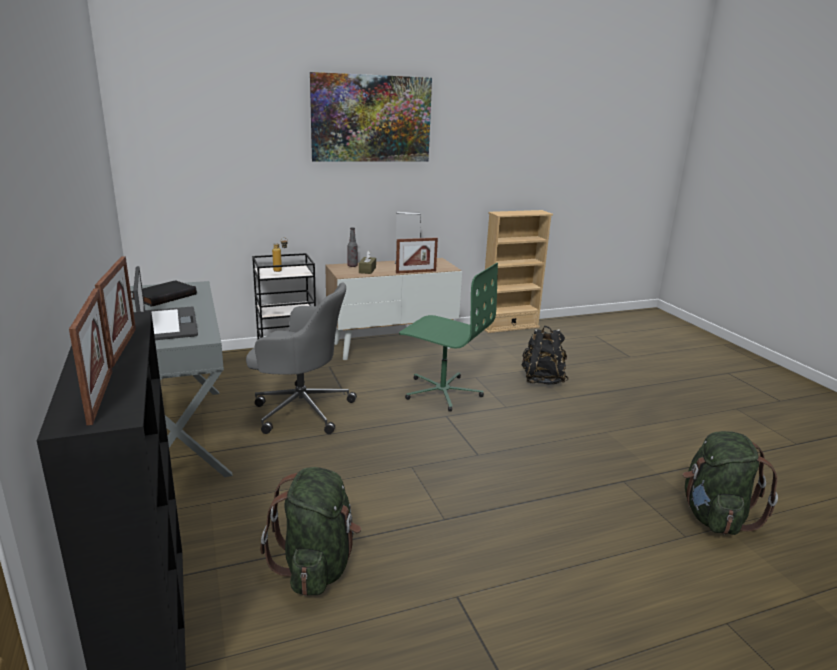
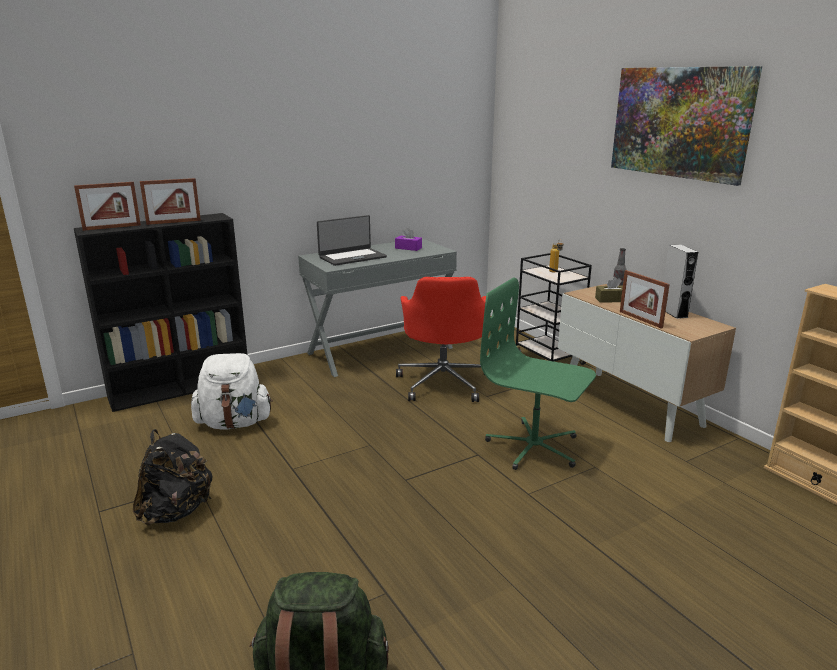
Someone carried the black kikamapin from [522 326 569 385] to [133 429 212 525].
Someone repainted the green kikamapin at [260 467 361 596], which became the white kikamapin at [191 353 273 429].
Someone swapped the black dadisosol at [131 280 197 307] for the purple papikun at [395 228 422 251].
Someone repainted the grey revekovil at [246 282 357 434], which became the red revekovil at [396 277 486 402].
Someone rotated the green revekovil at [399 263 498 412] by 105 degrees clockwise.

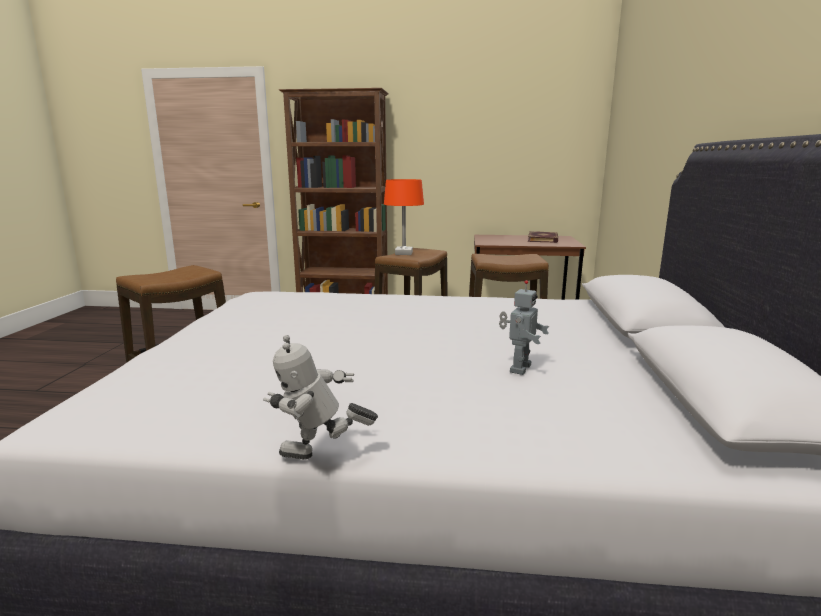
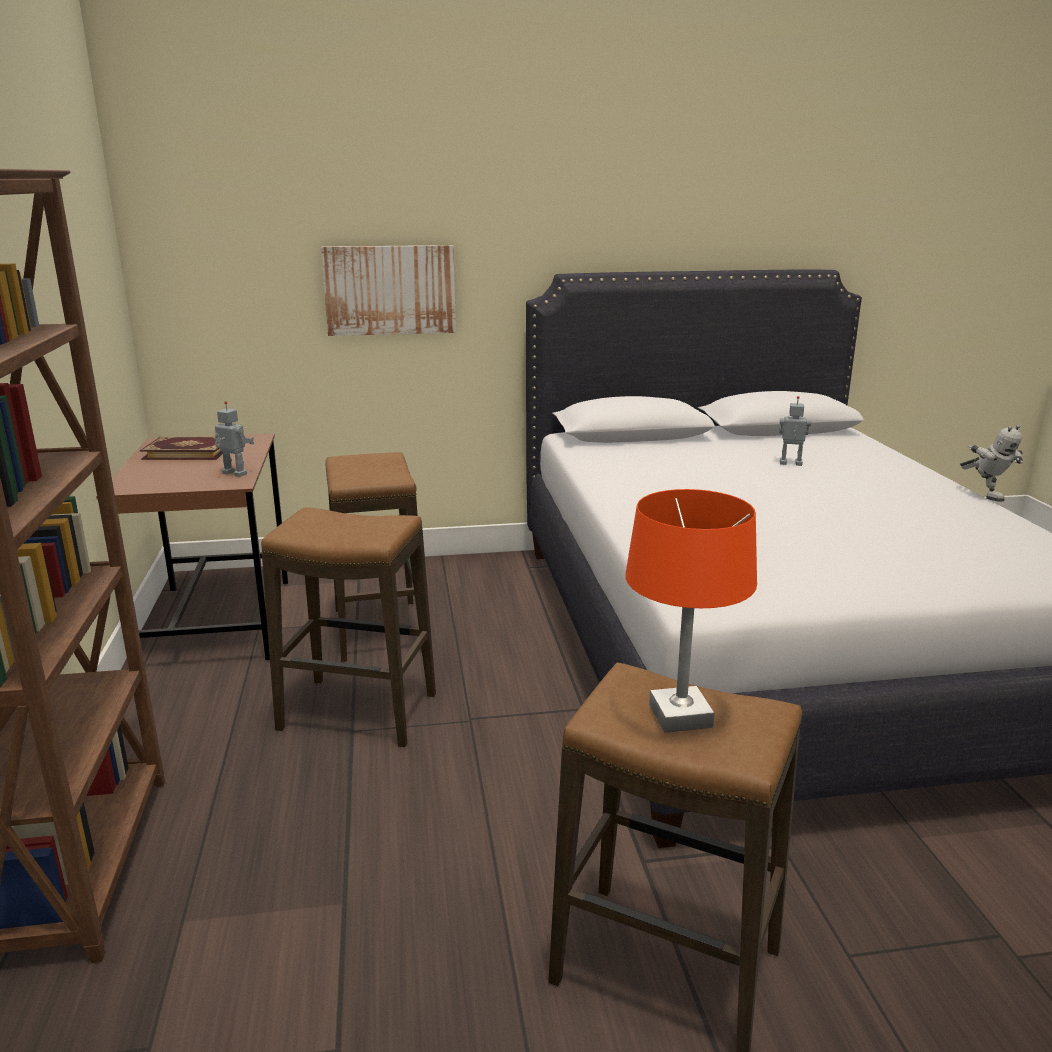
Someone put down the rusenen at [214 401 254 477].
Someone put up the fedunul at [321 245 456 336].
Someone carried the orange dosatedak from [384 179 424 255] to [625 489 757 733].

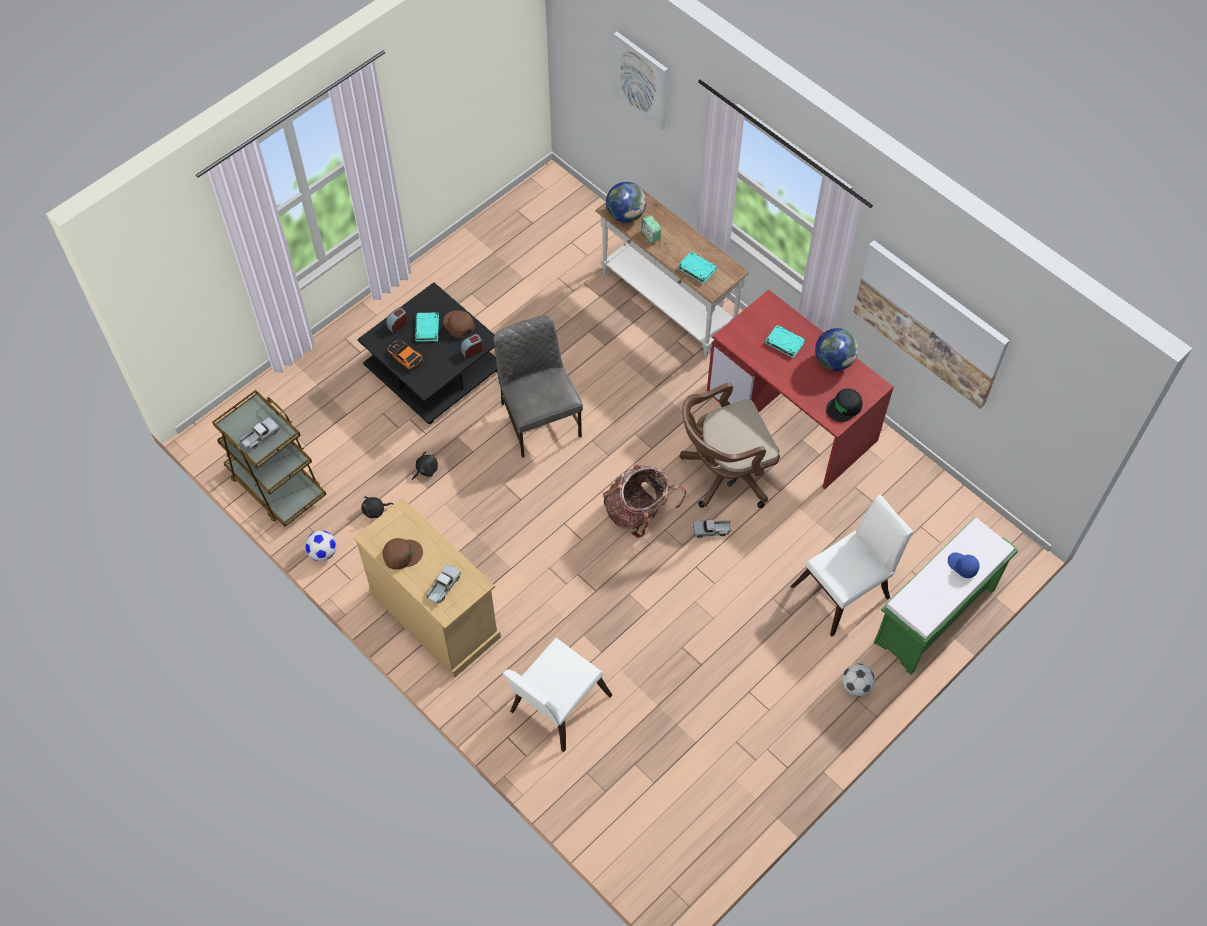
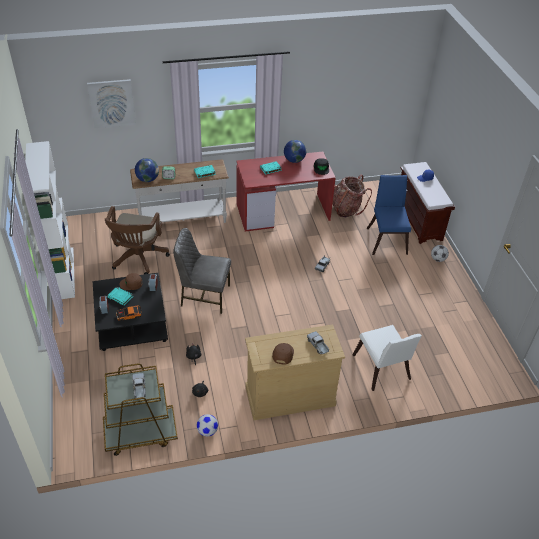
Someone put down the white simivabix at [25 141 75 299].
Someone carried the brown revekovil from [679 383 780 508] to [105 206 170 274].
Someone carried the kikamapin from [603 464 686 538] to [332 175 372 218].
Someone repainted the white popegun at [790 494 913 636], which became the blue popegun at [367 175 411 255].
Someone repainted the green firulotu at [874 517 1019 675], which became the brown firulotu at [401 162 455 244].
Someone took away the fedunul at [853 240 1010 409].

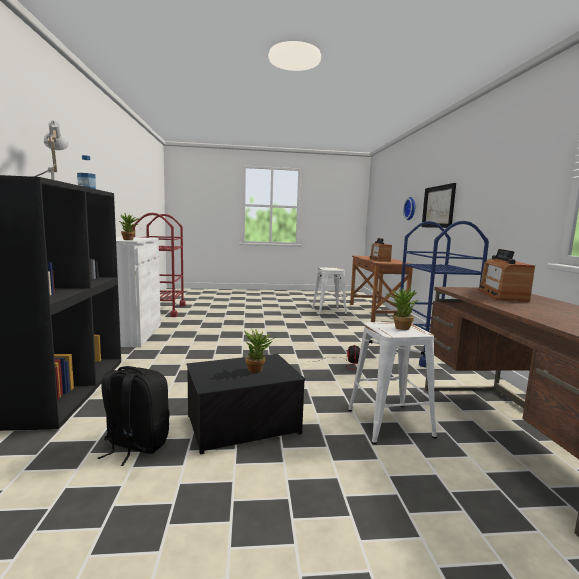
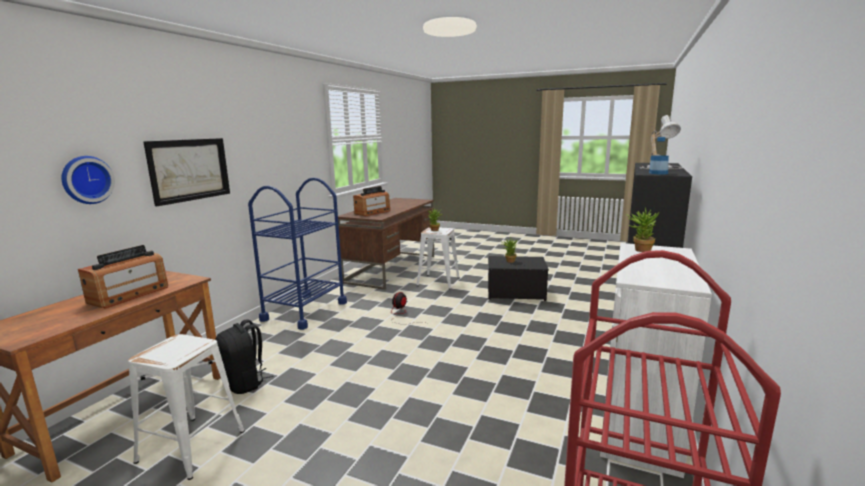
Someone carried the black kikamapin from [98 366 170 466] to [216 319 274 394].

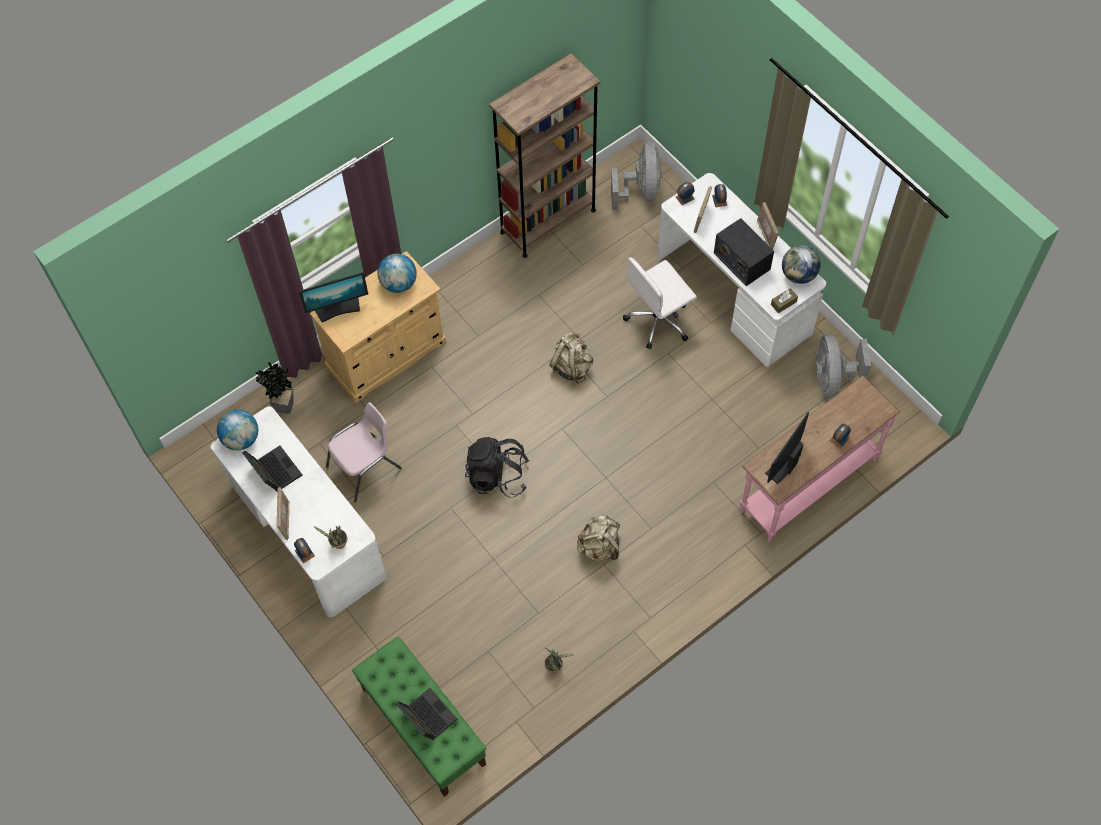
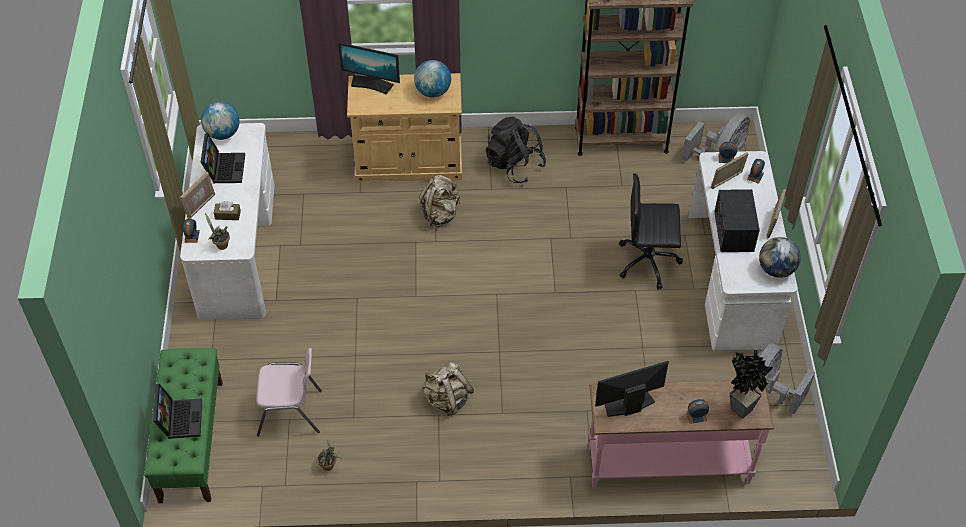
Someone carried the brown papikun from [771 288 798 313] to [214 201 241 220].
Someone carried the pink popegun from [326 402 402 503] to [256 348 322 437].
Someone carried the beige kikamapin from [549 332 593 384] to [419 175 460 227].
Someone carried the black kikamapin from [465 437 530 498] to [486 116 546 183].
Someone repainted the white revekovil at [623 258 697 349], which became the black revekovil at [619 173 683 290].
Someone carried the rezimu from [255 362 294 414] to [730 350 773 418].

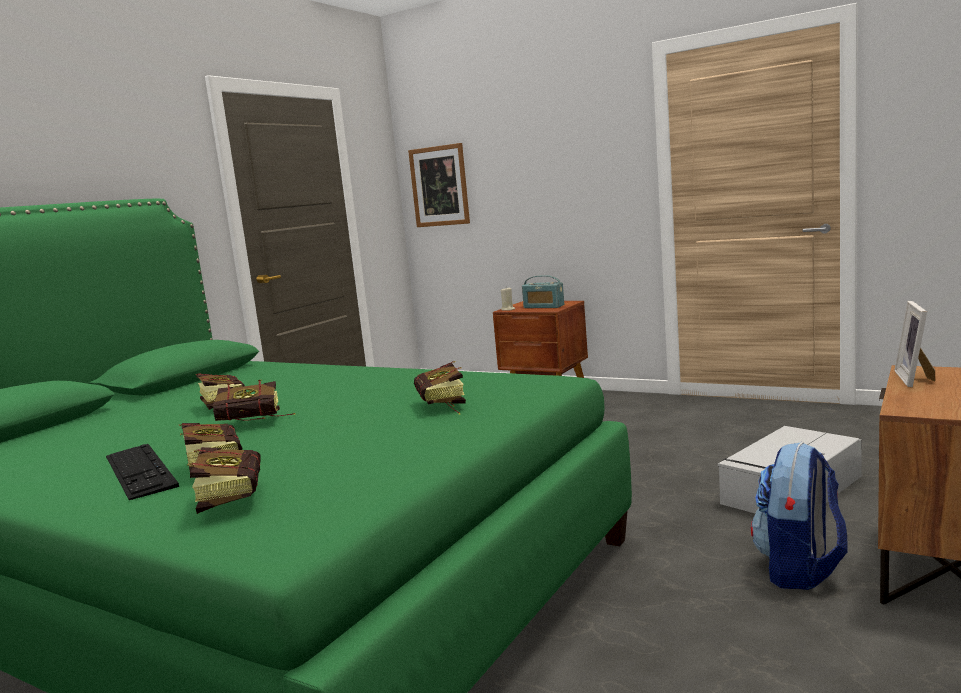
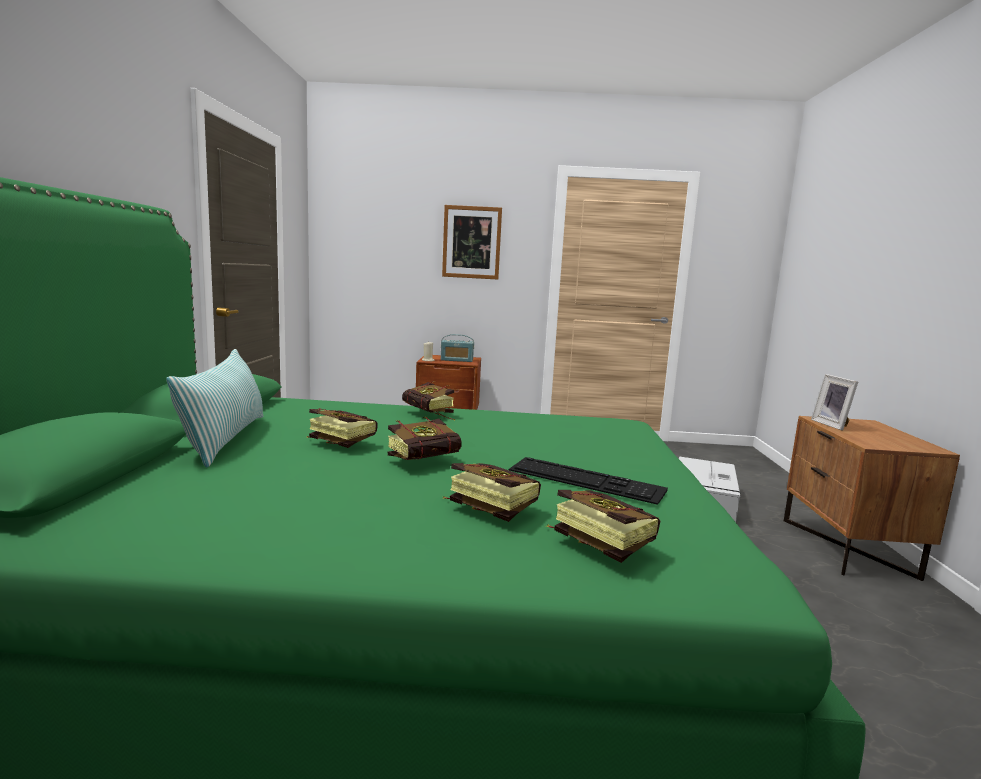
Someone put down the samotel at [166 349 263 468].
Someone carried the dadisosol from [414 361 466 414] to [402 381 455 421].
Someone carried the fedunul from [408 143 470 227] to [442 205 502 280].
Someone carried the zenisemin from [106 444 179 500] to [509 457 668 505].
Someone took away the kikamapin at [751 442 847 590].

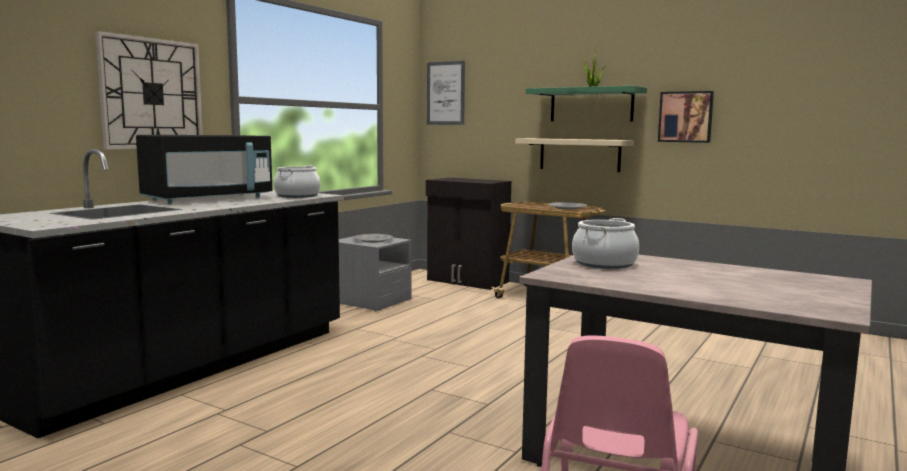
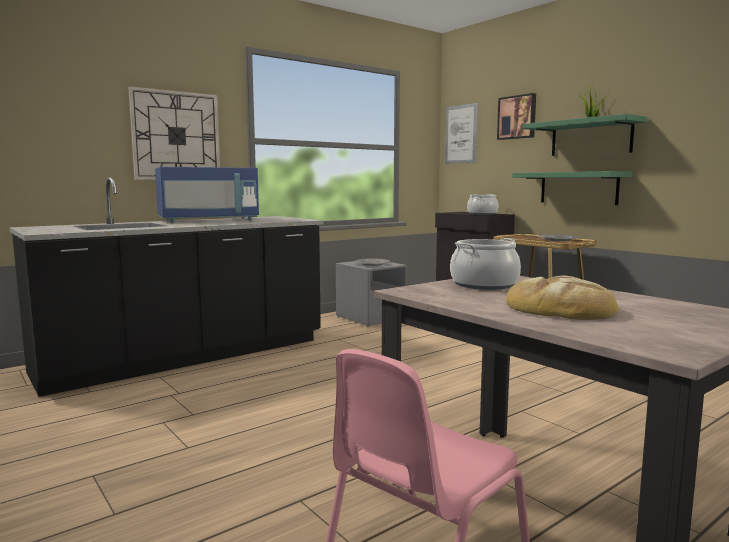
Someone repainted the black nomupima at [136 135 272 204], which became the blue nomupima at [155 167 259 223].
Someone carried the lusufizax from [274 165 321 198] to [467 194 498 215].
Someone carried the fedunul from [658 91 714 143] to [497 93 536 140].
Someone put down the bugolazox at [506 276 619 320].
Someone repainted the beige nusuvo at [515 138 634 172], which became the green nusuvo at [512 171 633 205].

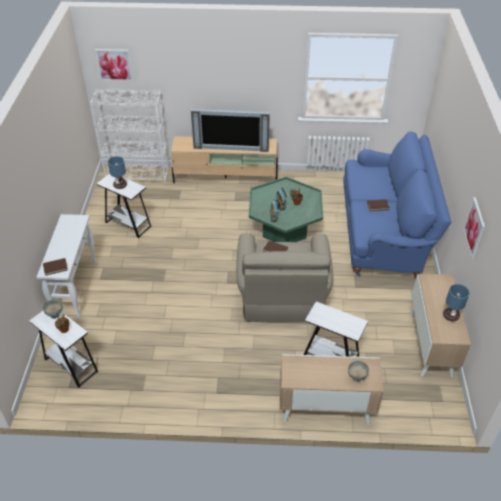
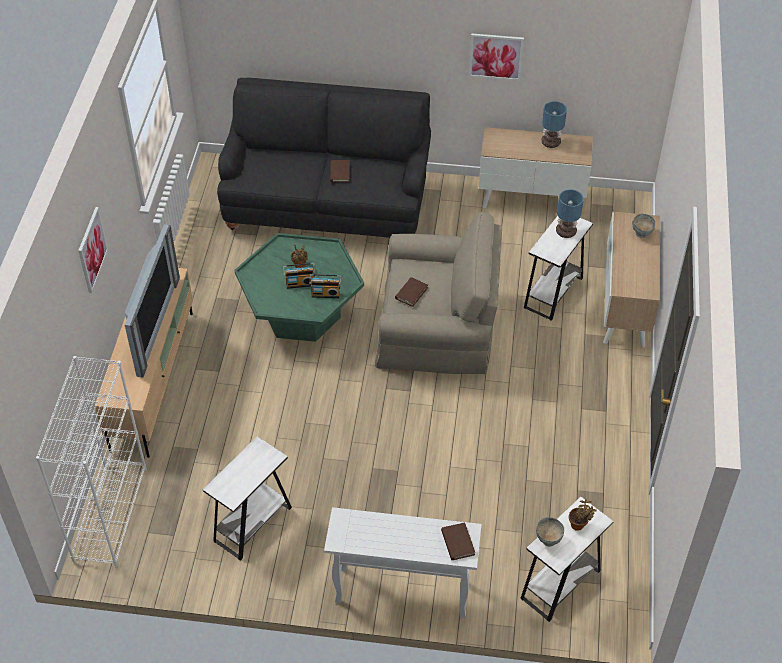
Someone carried the fedunul from [95 49 133 81] to [78 207 108 293].
Someone repainted the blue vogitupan at [343 131 451 279], which became the black vogitupan at [217 78 431 238].
Someone carried the dosatedak from [108 156 127 189] to [556 189 584 238].

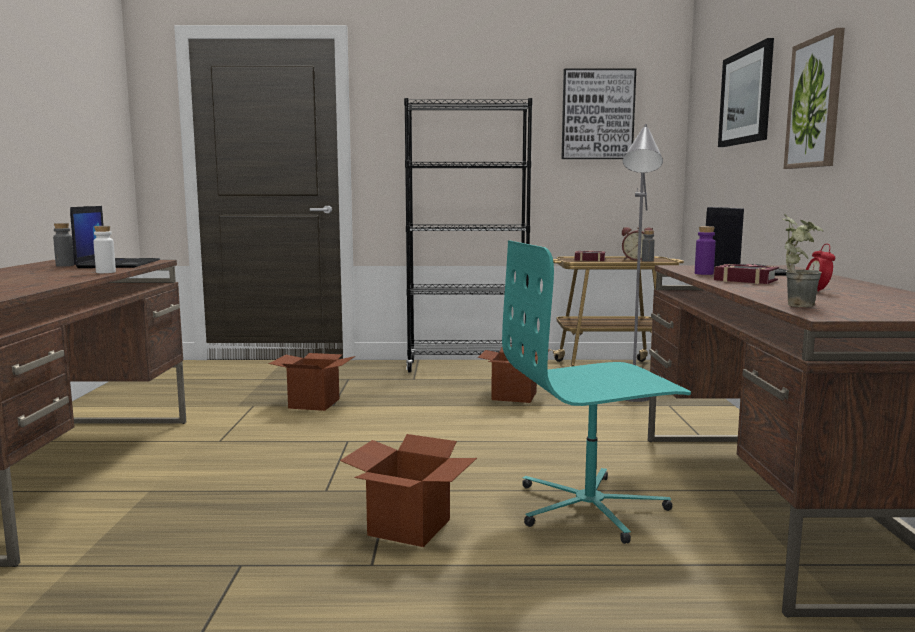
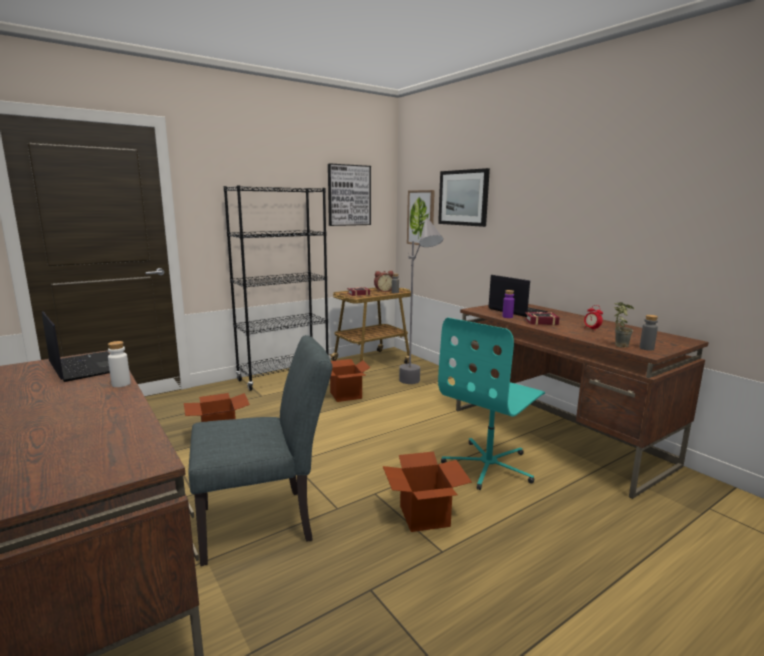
Someone put down the grey popegun at [189 335 332 566].
Someone carried the fedunul from [784 28 845 169] to [407 190 435 245].
Someone carried the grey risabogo from [53 223 74 267] to [640 315 658 351].

